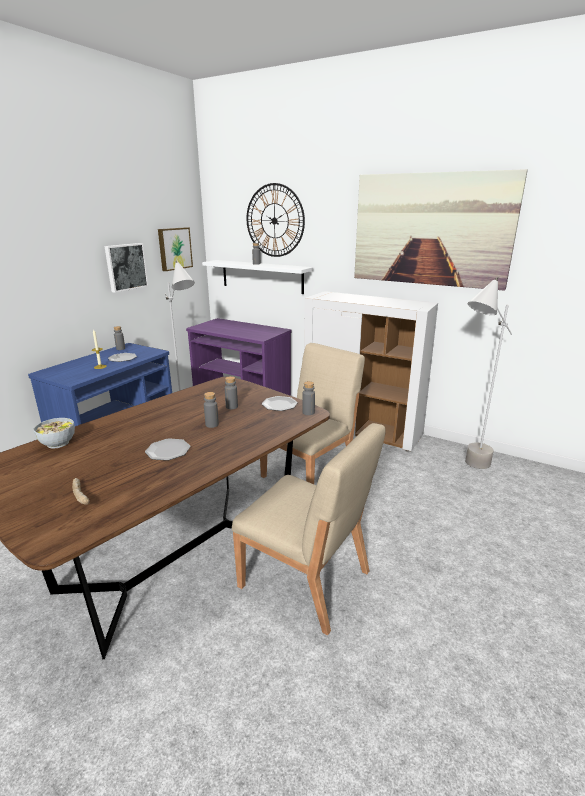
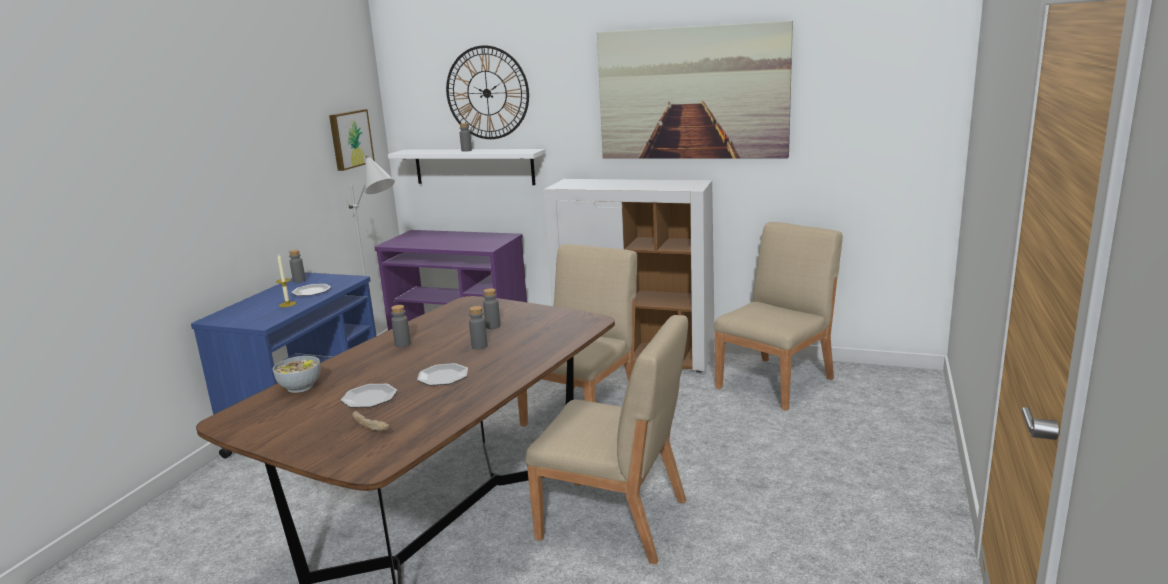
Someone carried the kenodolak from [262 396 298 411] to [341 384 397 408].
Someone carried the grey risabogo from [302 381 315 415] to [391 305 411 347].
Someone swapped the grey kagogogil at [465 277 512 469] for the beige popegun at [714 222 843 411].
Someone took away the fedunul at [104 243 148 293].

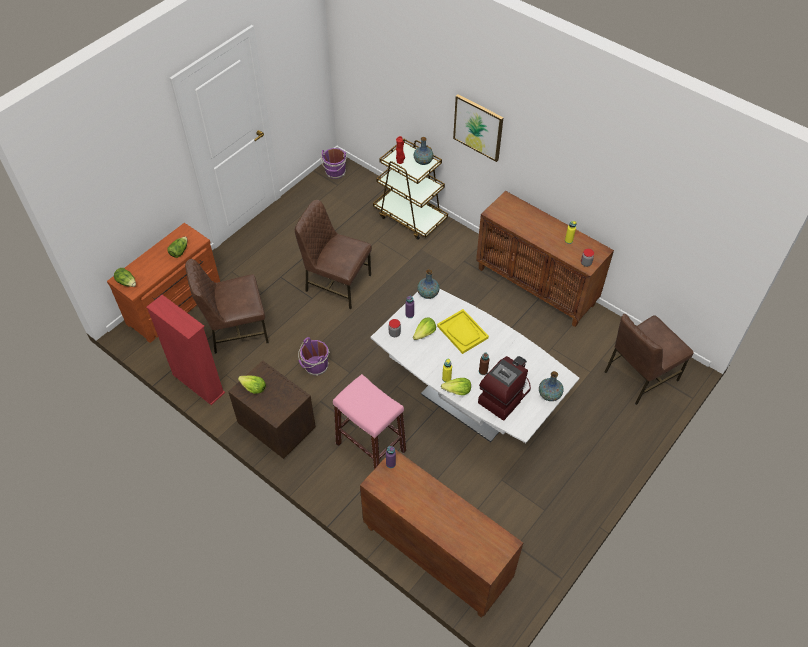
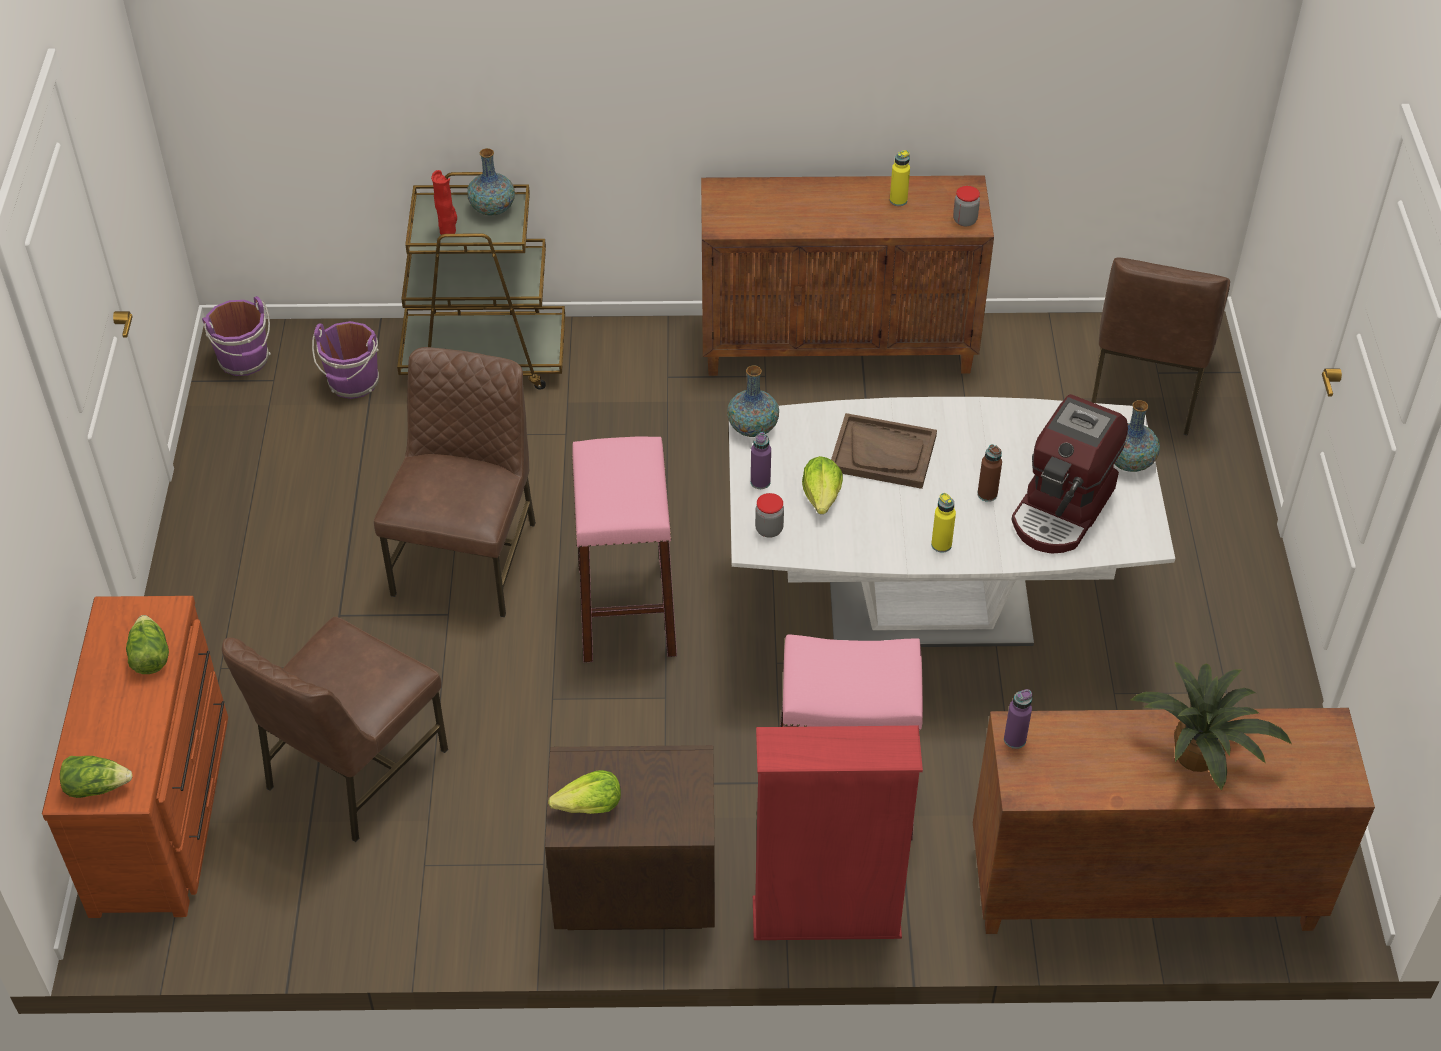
Someone carried the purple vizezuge from [298 337 330 376] to [312 321 379 399].
Someone rotated the brown popegun at [295 200 372 309] by 120 degrees clockwise.
Someone put down the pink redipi at [572 437 677 662].
Someone carried the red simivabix from [146 295 225 405] to [753 726 923 940].
Someone repainted the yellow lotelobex at [437 309 489 354], which became the brown lotelobex at [831 413 937 489].
Someone rotated the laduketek at [478 356 531 421] by 150 degrees counterclockwise.
Someone put down the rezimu at [1131 662 1292 790].
Someone took away the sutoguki at [441 378 471 395].
Someone took away the fedunul at [453 94 504 162].

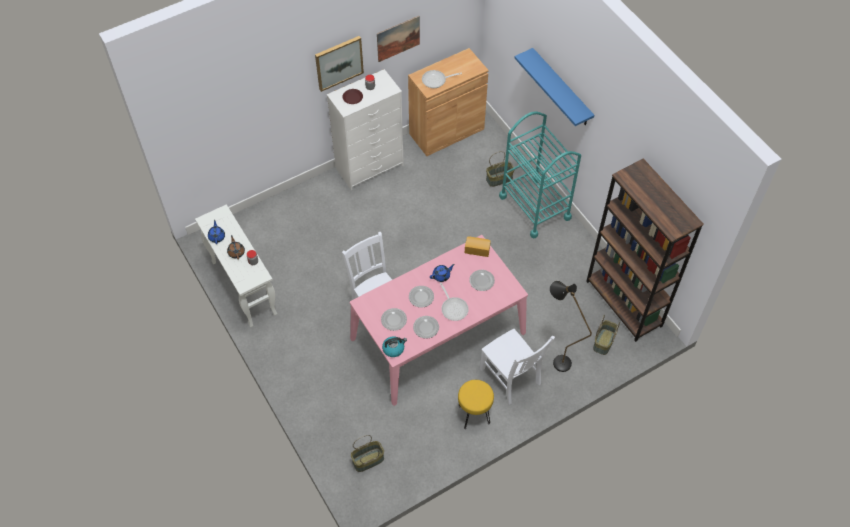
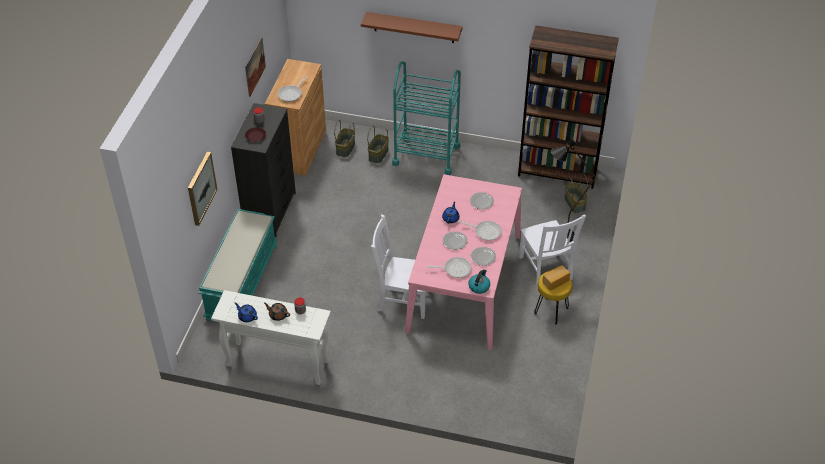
Someone carried the fedunul from [315 36 364 92] to [188 152 218 226].
Someone put down the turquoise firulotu at [198 209 278 321].
Someone repainted the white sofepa at [327 69 404 190], which became the black sofepa at [231 103 296 237].
Someone carried the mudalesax from [351 435 384 472] to [334 120 355 157].
Someone repainted the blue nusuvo at [515 48 594 126], which became the brown nusuvo at [361 12 463 43].
Someone swapped the kenodolak at [381 308 407 331] for the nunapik at [426 257 472 278].
Someone rotated the white popegun at [480 329 555 405] by 60 degrees clockwise.
Someone carried the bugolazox from [465 237 491 257] to [543 265 570 291].

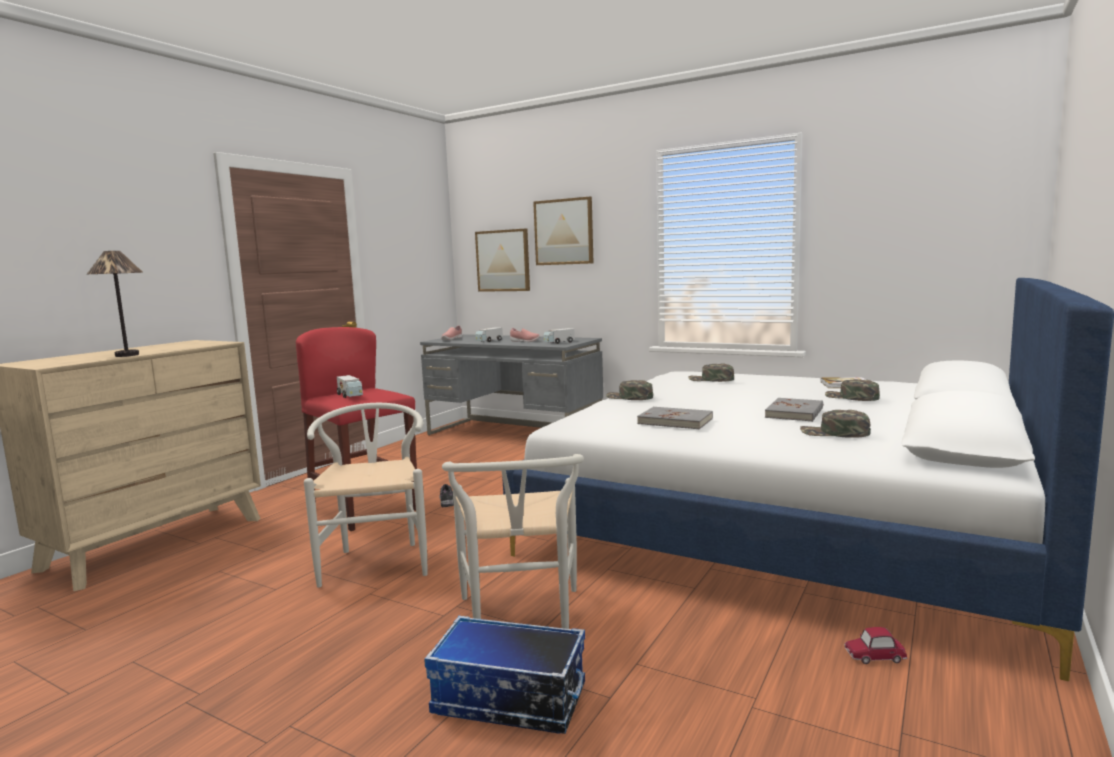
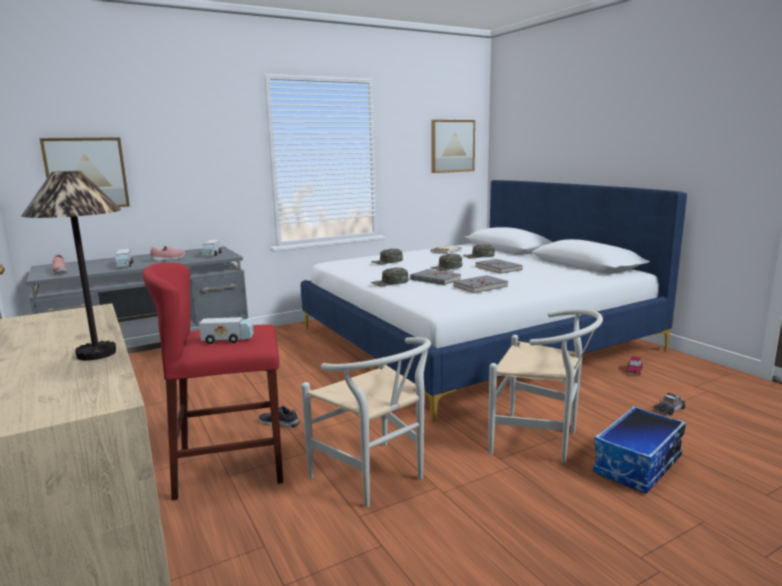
Someone rotated the white popegun at [304 403 428 588] by 150 degrees counterclockwise.
Someone put down the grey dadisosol at [410 269 461 285].
Someone carried the fedunul from [533 197 594 265] to [431 120 475 173].
Someone carried the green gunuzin from [800 410 871 438] to [432 254 462 271].
Someone put down the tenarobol at [654 393 686 415].

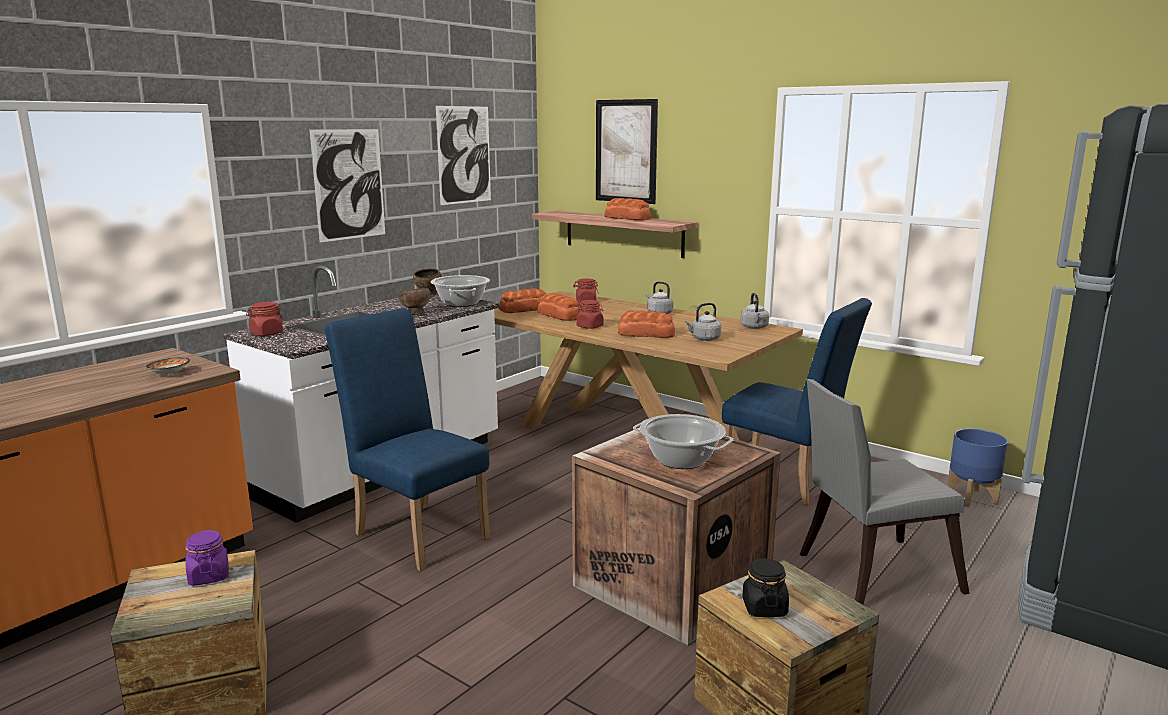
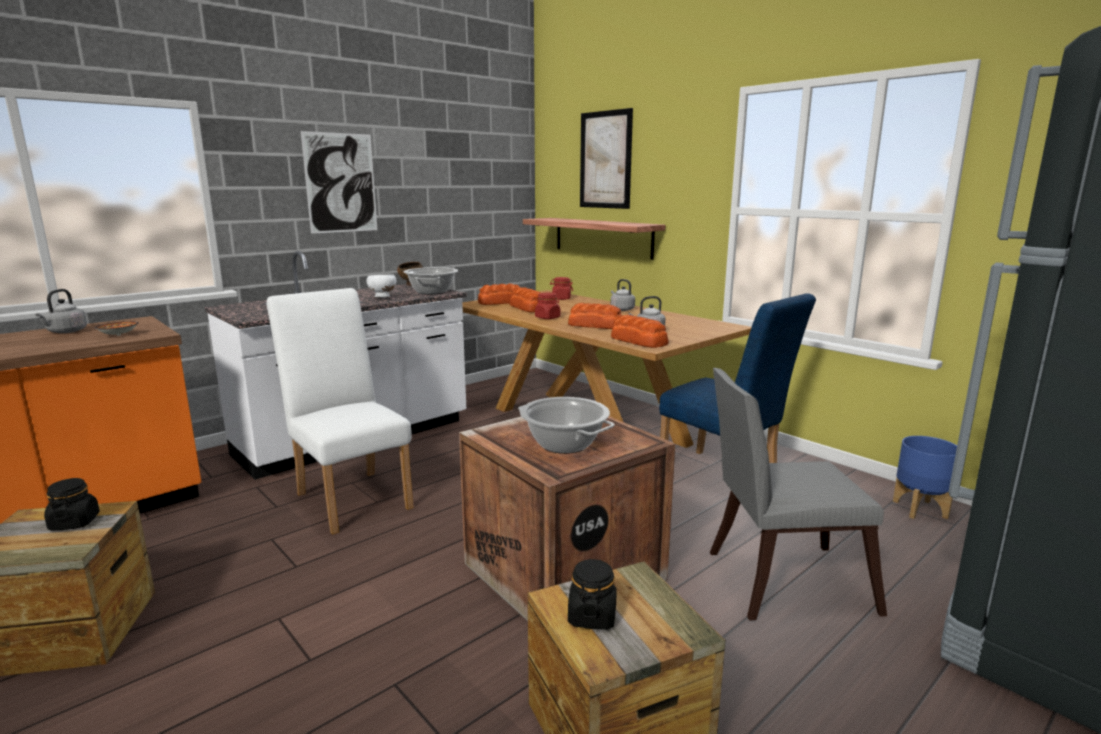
Someone carried the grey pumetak from [741 293 769 329] to [36 289 87 333].
Someone repainted the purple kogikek at [185 530 229 586], which became the black kogikek at [44 478 100 531].
Someone repainted the blue popegun at [325 308 490 571], which became the white popegun at [266 288 414 535].
Someone repainted the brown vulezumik at [398 288 431 313], which became the white vulezumik at [366 274 397 298].
Someone carried the bugolazox from [604 198 652 220] to [611 315 669 348].
Someone took away the red kogikek at [246 302 283 336].
Someone took away the fedunul at [436 106 491 205].

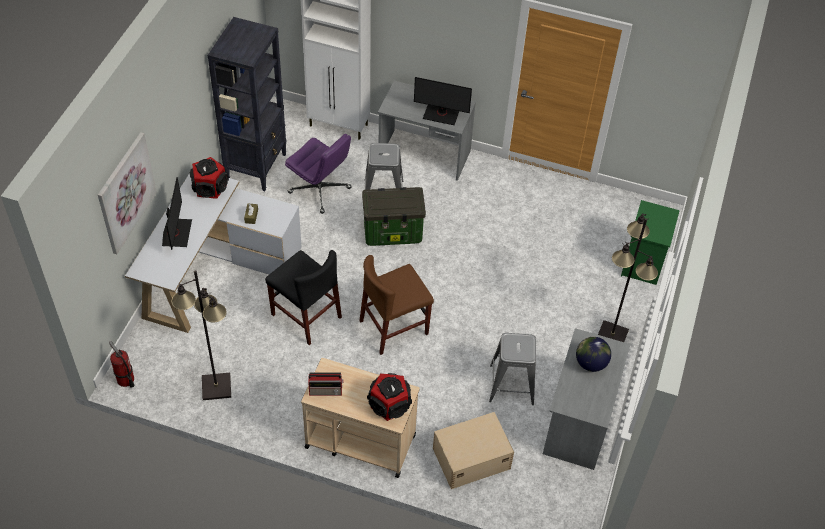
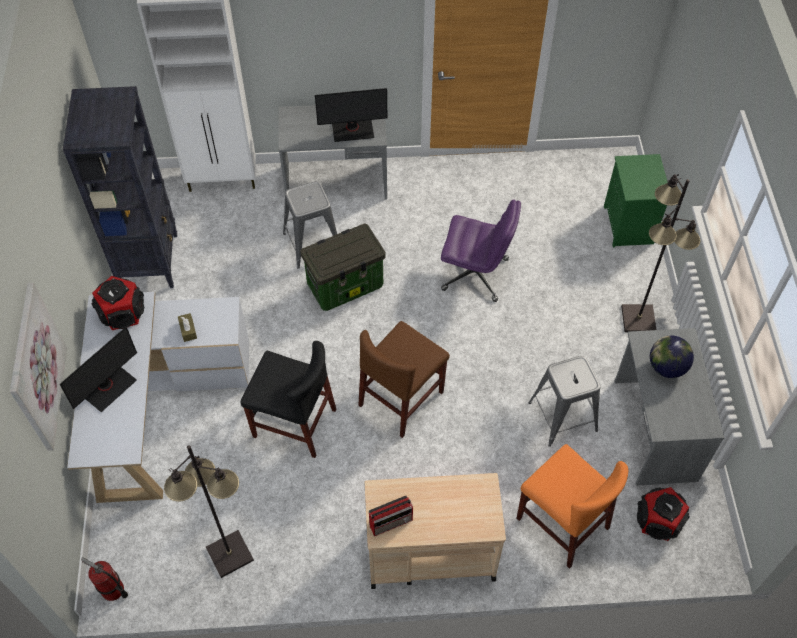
Someone rotated the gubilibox at [162 177 192 250] by 60 degrees clockwise.
Someone carried the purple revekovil from [285 134 352 214] to [441 200 521 302].
Someone swapped the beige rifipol at [433 412 514 489] for the orange popegun at [516 444 628 569].
Someone carried the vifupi from [367 373 412 421] to [637 487 689 541].

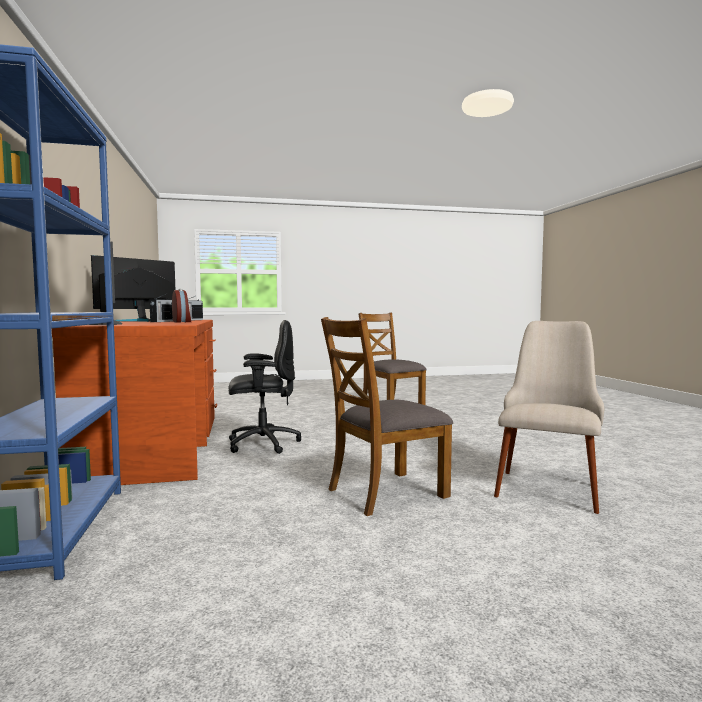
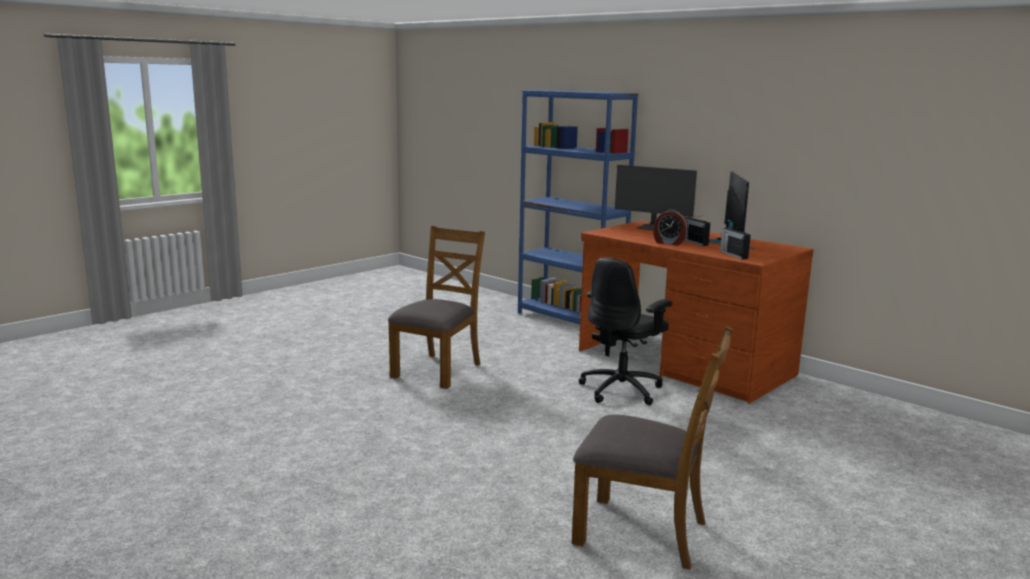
Someone took away the beige popegun at [494 321 604 514].

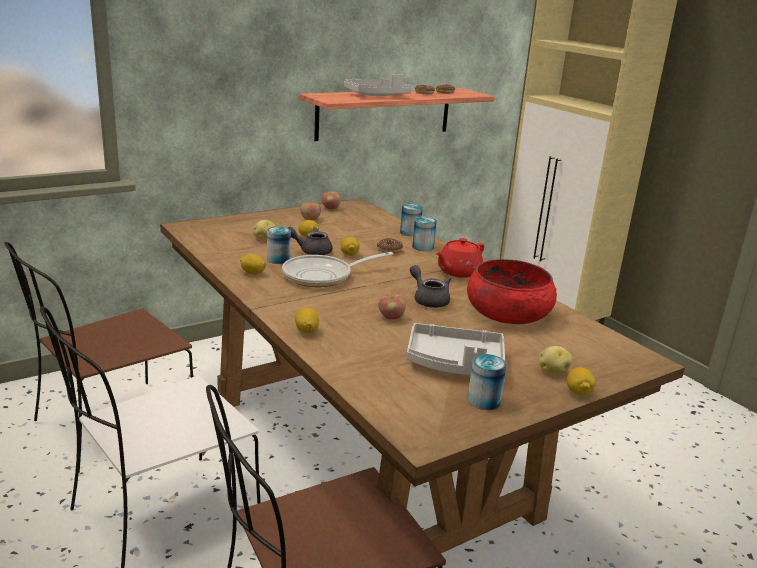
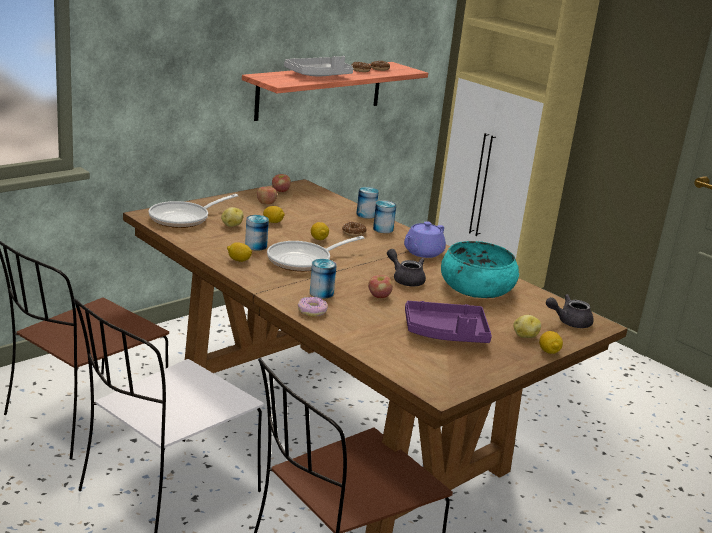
Someone put down the nunapik at [149 194 238 228].
Someone swapped the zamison at [295 308 319 334] for the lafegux at [298 297 328 317].
Someone carried the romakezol from [468 354 507 410] to [310 259 337 299].
Someone repainted the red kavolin at [436 238 484 278], which became the purple kavolin at [404 221 446 258].
Someone repainted the grey lotelobex at [407 323 505 375], which became the purple lotelobex at [405 301 492 343].
Someone repainted the red vulezumik at [467 259 557 324], which became the turquoise vulezumik at [441 241 519 298].
Someone carried the grey kavolin from [288 227 333 255] to [546 294 594 328].

